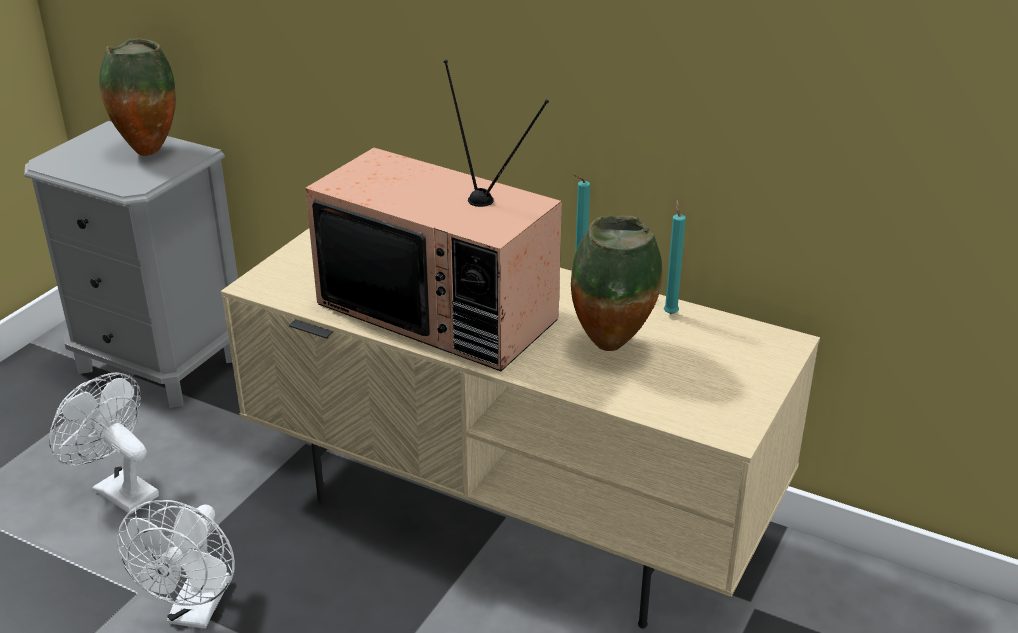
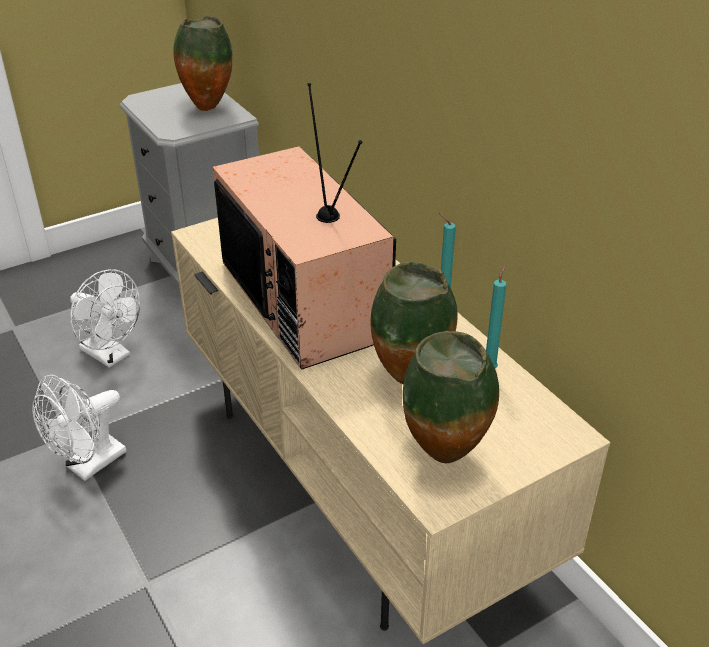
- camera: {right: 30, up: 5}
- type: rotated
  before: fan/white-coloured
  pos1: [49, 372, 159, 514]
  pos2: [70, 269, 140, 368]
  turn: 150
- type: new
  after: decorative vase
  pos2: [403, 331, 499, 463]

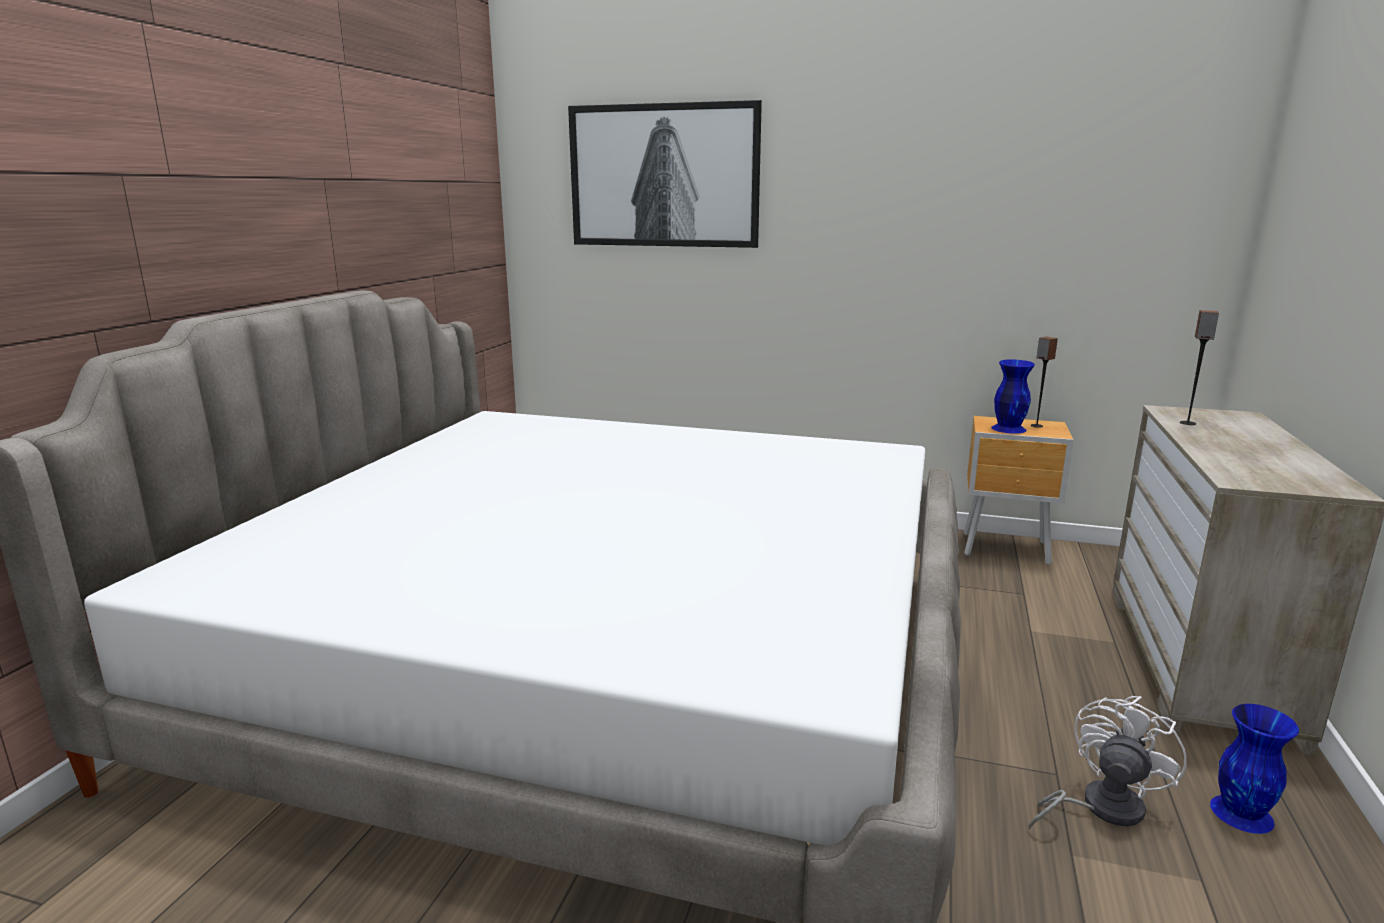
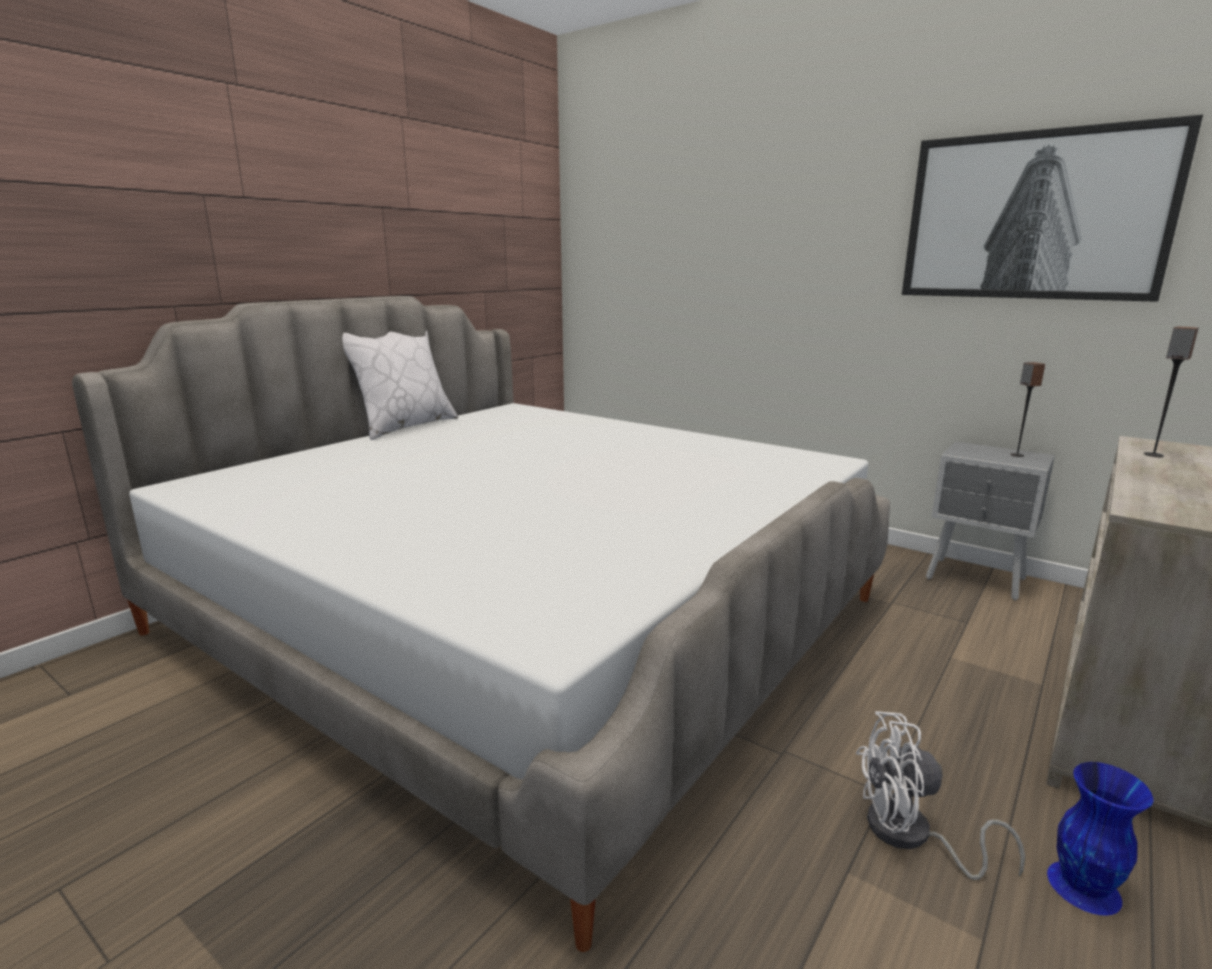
- camera: {right: 20, up: 0}
- type: shifted
  before: wall art
  pos1: [568, 100, 762, 248]
  pos2: [902, 114, 1203, 302]
- type: repainted
  before: night table/brownish
  after: night table/grey
  pos1: [963, 416, 1074, 565]
  pos2: [926, 441, 1055, 600]
- type: gone
  before: decorative vase/blue-coloured
  pos1: [991, 360, 1035, 434]
- type: rotated
  before: fan/white-coloured
  pos1: [1029, 696, 1187, 830]
  pos2: [856, 711, 1025, 880]
  turn: -150
- type: new
  after: throw pillow/white-coloured
  pos2: [342, 330, 458, 440]

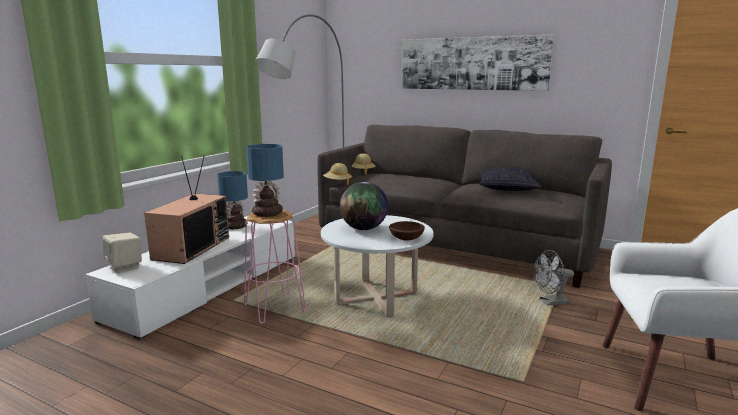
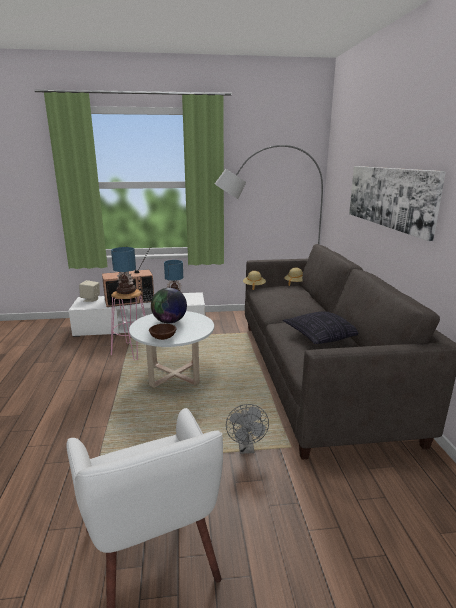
- camera: {right: 55, up: 5}
- type: rotated
  before: fan/grey
  pos1: [533, 250, 574, 306]
  pos2: [226, 404, 269, 454]
  turn: -135

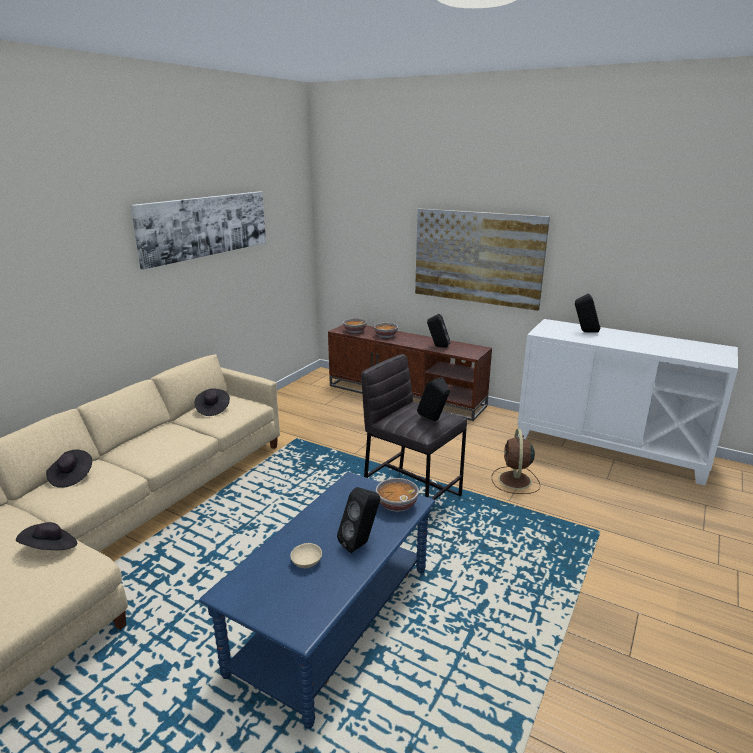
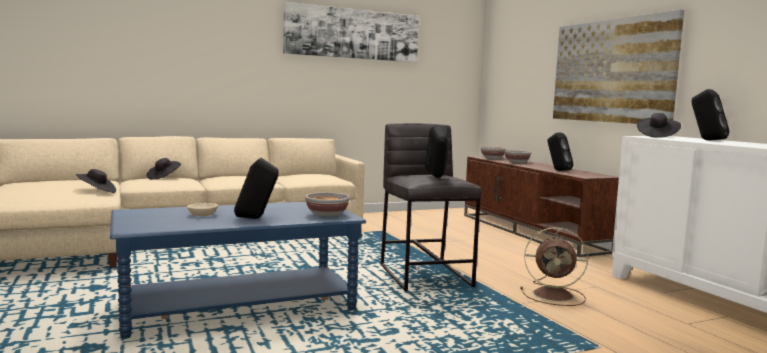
- camera: {right: 35, up: -15}
- type: shifted
  before: wearable hat/black-coloured
  pos1: [195, 388, 230, 416]
  pos2: [637, 113, 681, 138]
- type: rotated
  before: fan/brownish
  pos1: [492, 429, 540, 494]
  pos2: [520, 227, 588, 306]
  turn: -120

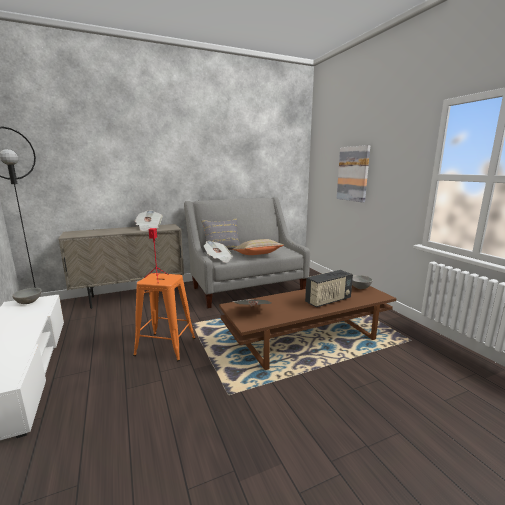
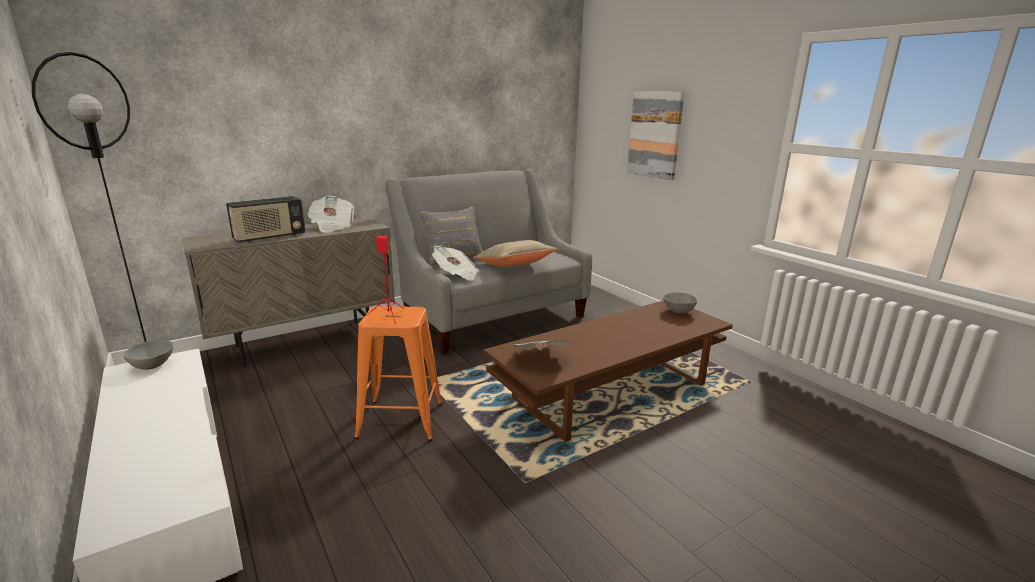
- camera: {right: -10, up: 5}
- type: shifted
  before: radio set
  pos1: [305, 270, 353, 307]
  pos2: [226, 196, 305, 243]

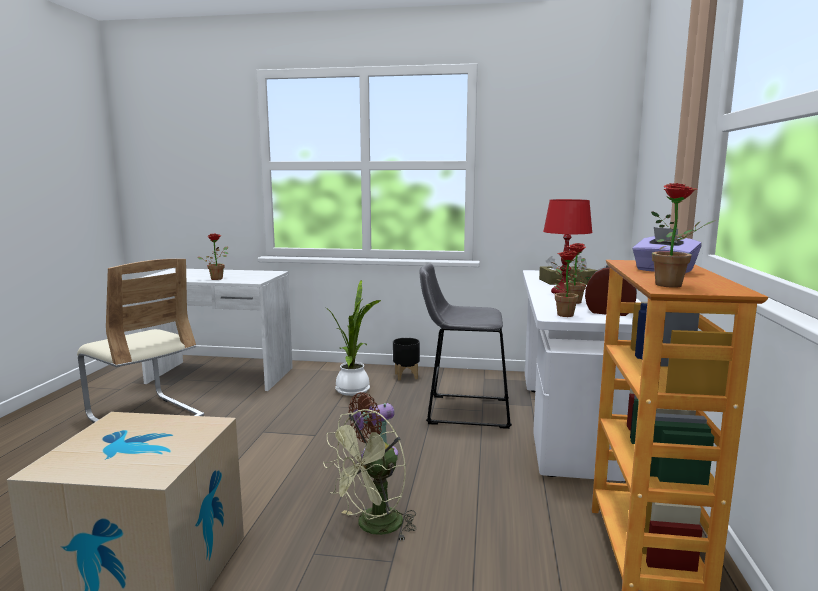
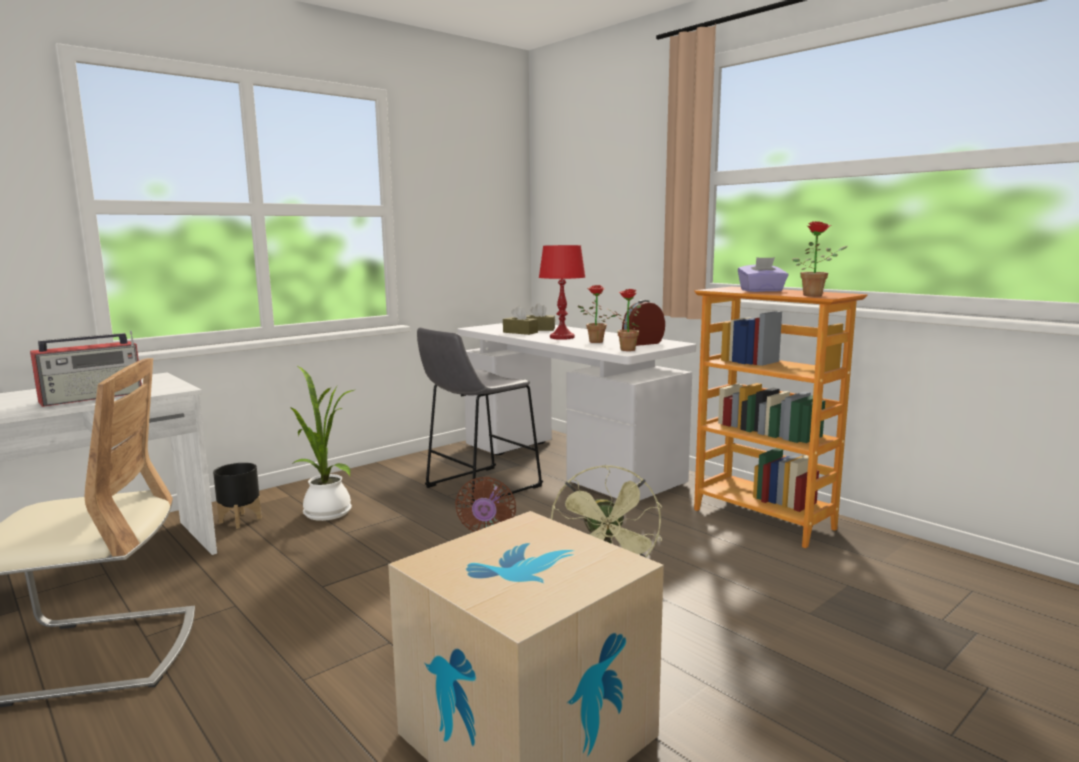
- camera: {right: -50, up: 0}
- type: swapped
  before: houseplant
  after: radio set
  pos1: [197, 233, 228, 280]
  pos2: [30, 331, 142, 407]
- type: shifted
  before: planter/black-coloured
  pos1: [393, 338, 420, 381]
  pos2: [213, 463, 262, 529]

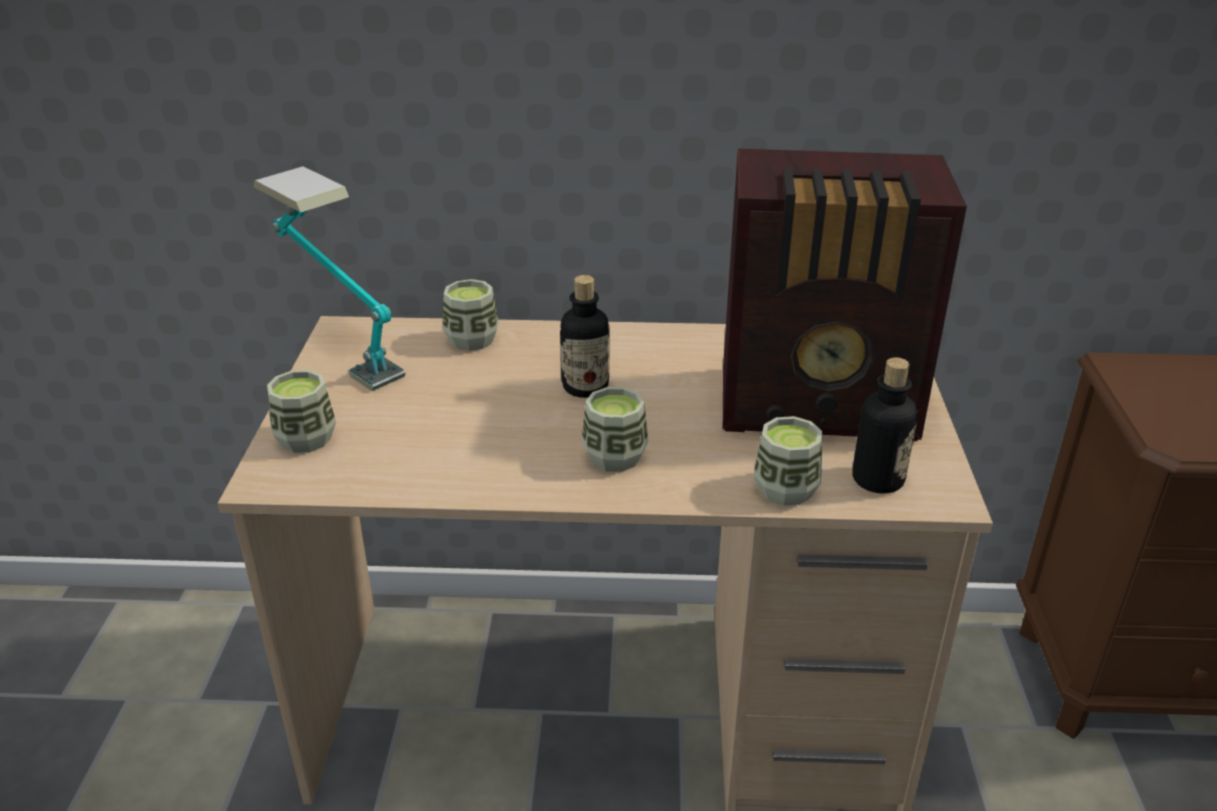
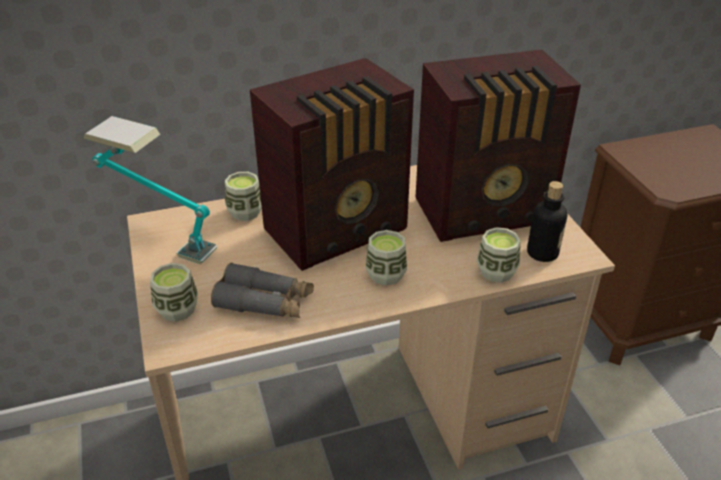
- camera: {right: -20, up: 5}
- type: swapped
  before: beverage bottle
  after: radio set
  pos1: [560, 275, 609, 398]
  pos2: [250, 58, 414, 271]
- type: new
  after: field glasses/grey
  pos2: [211, 263, 314, 318]

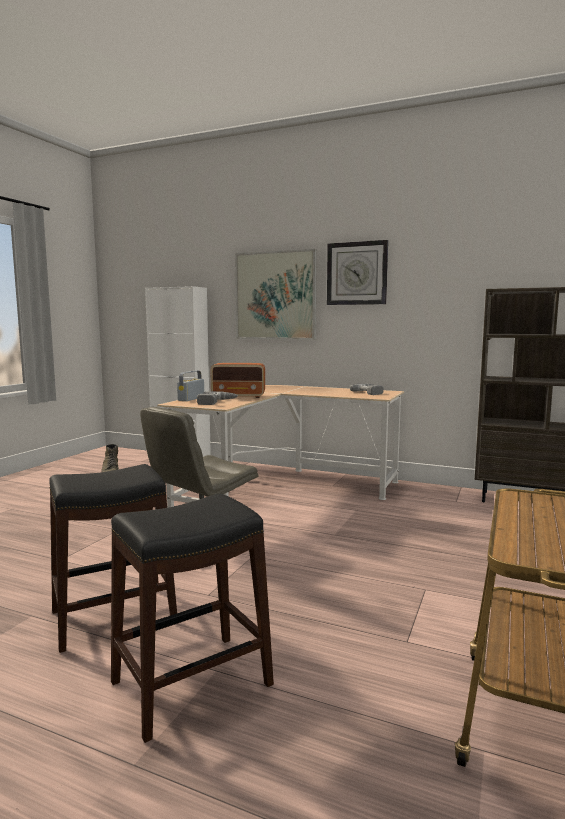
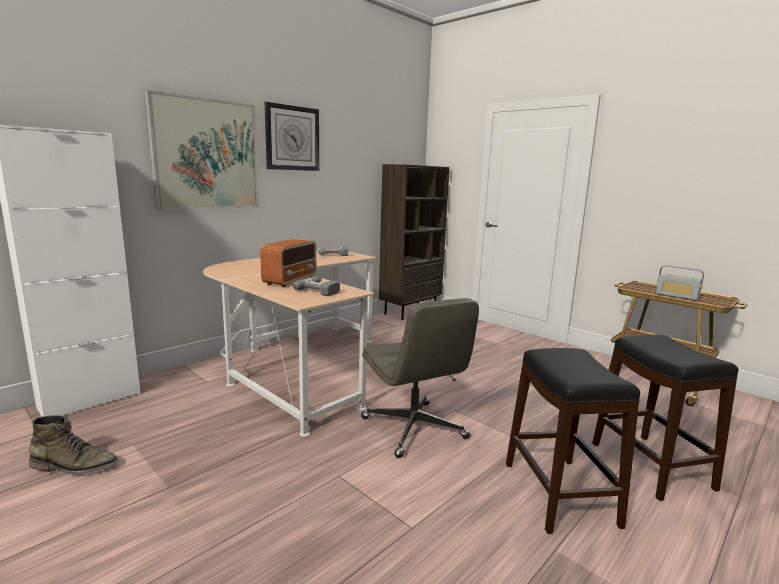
- camera: {right: -70, up: 5}
- type: shifted
  before: radio set
  pos1: [177, 371, 204, 401]
  pos2: [656, 265, 704, 300]

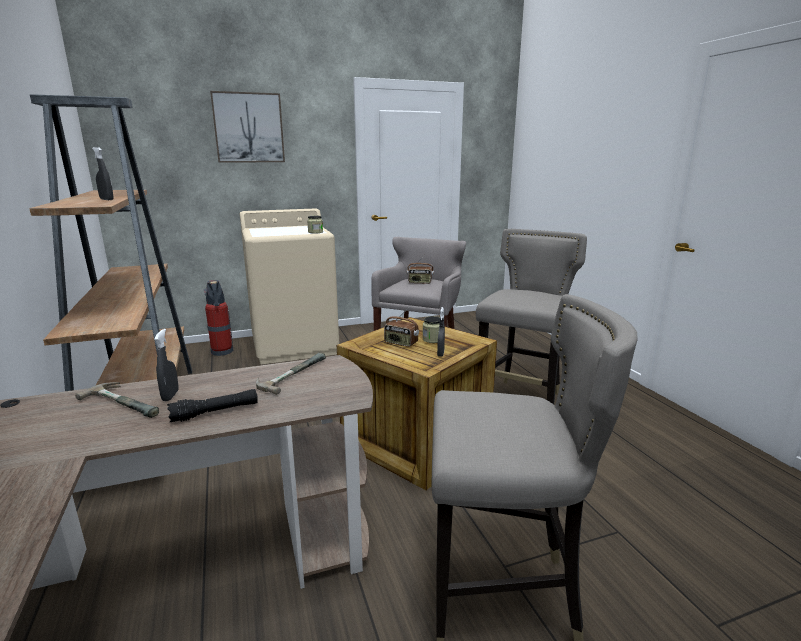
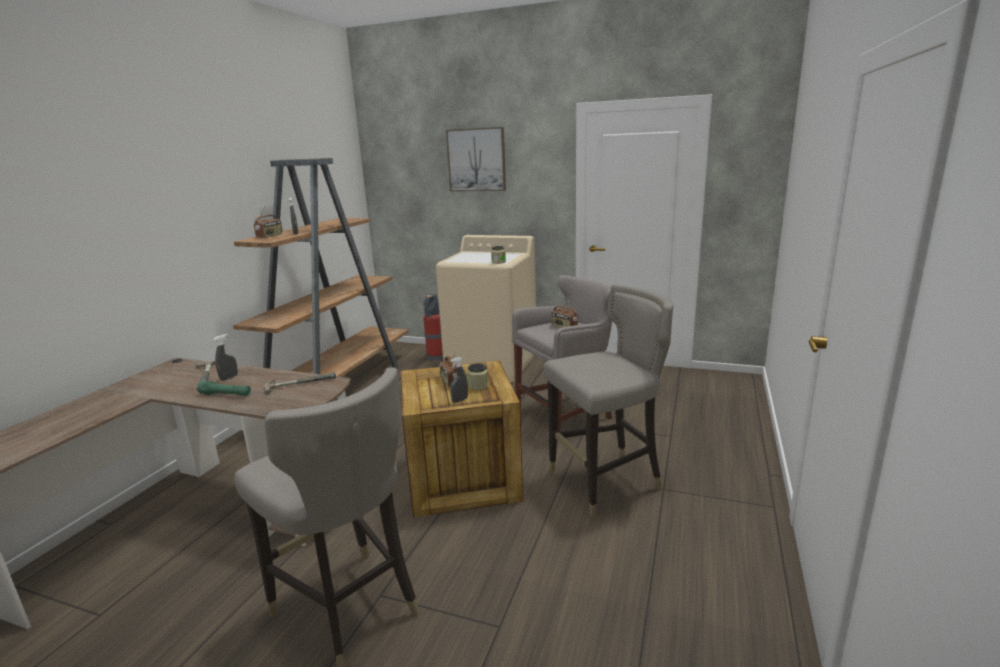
- camera: {right: 40, up: 0}
- type: repainted
  before: torch/black-coloured
  after: torch/green
  pos1: [167, 389, 258, 422]
  pos2: [197, 381, 251, 396]
- type: new
  after: radio set
  pos2: [254, 207, 283, 238]

